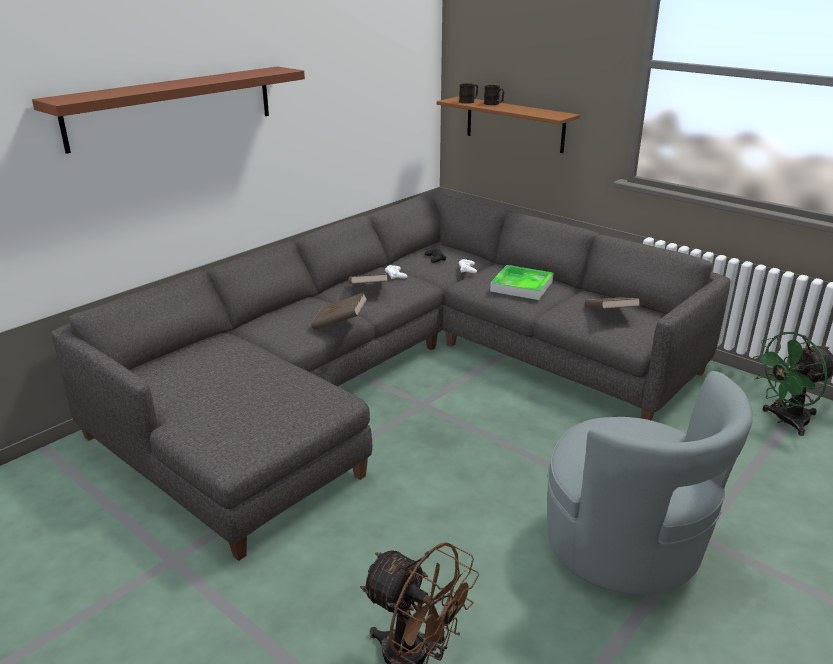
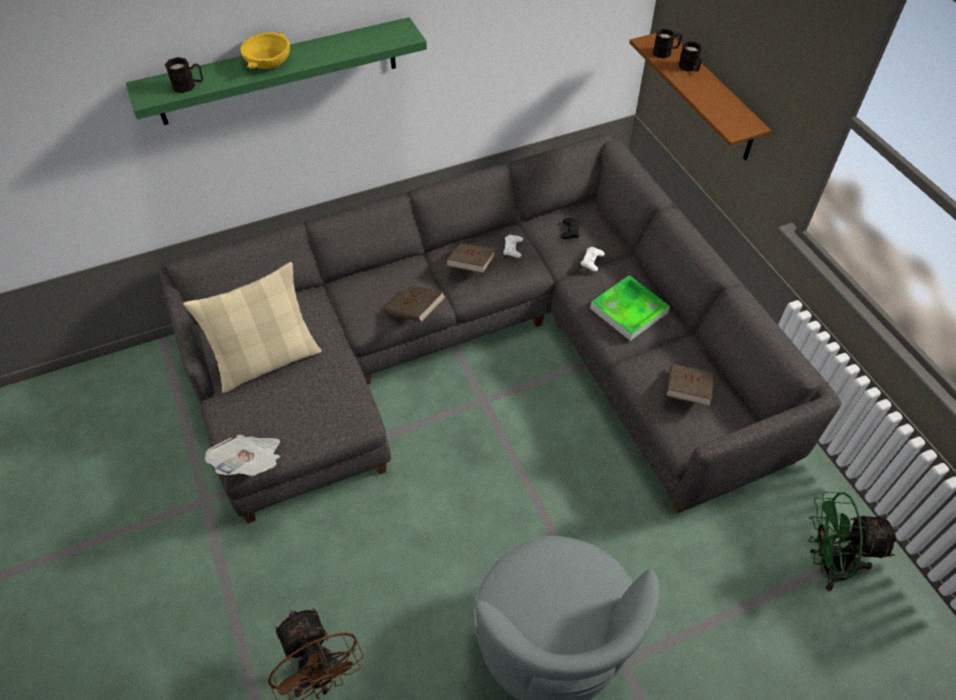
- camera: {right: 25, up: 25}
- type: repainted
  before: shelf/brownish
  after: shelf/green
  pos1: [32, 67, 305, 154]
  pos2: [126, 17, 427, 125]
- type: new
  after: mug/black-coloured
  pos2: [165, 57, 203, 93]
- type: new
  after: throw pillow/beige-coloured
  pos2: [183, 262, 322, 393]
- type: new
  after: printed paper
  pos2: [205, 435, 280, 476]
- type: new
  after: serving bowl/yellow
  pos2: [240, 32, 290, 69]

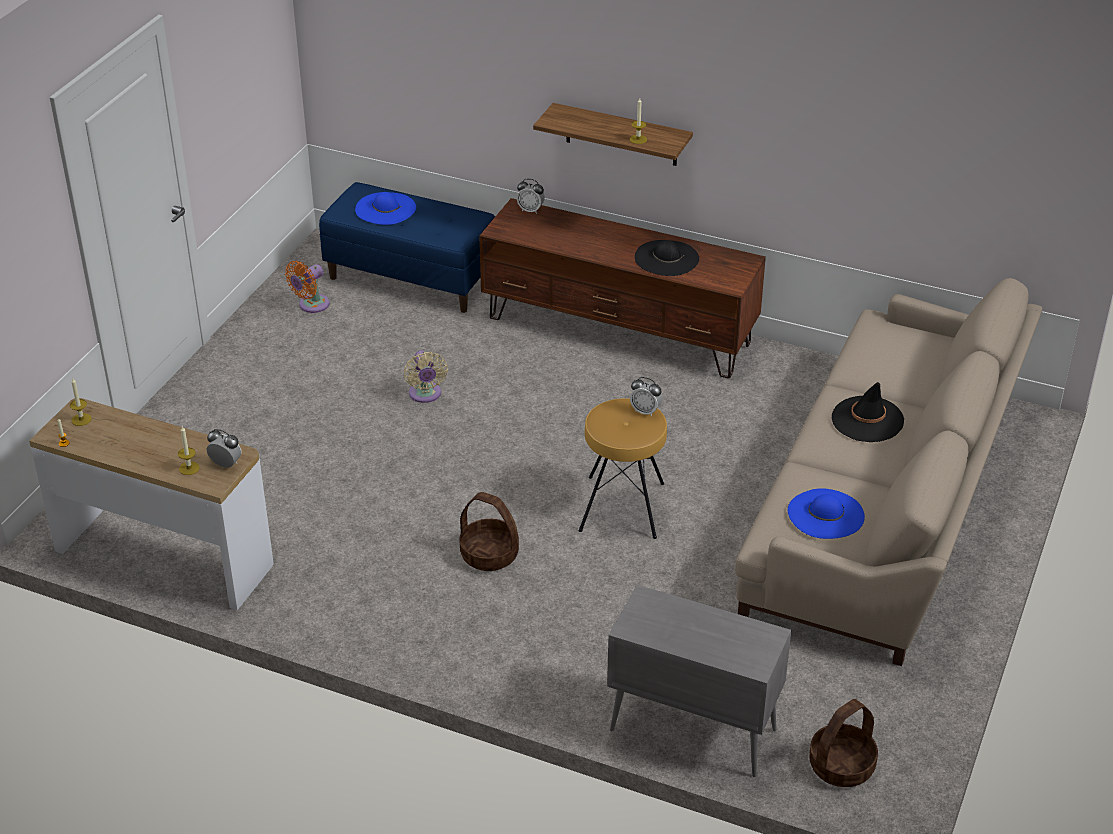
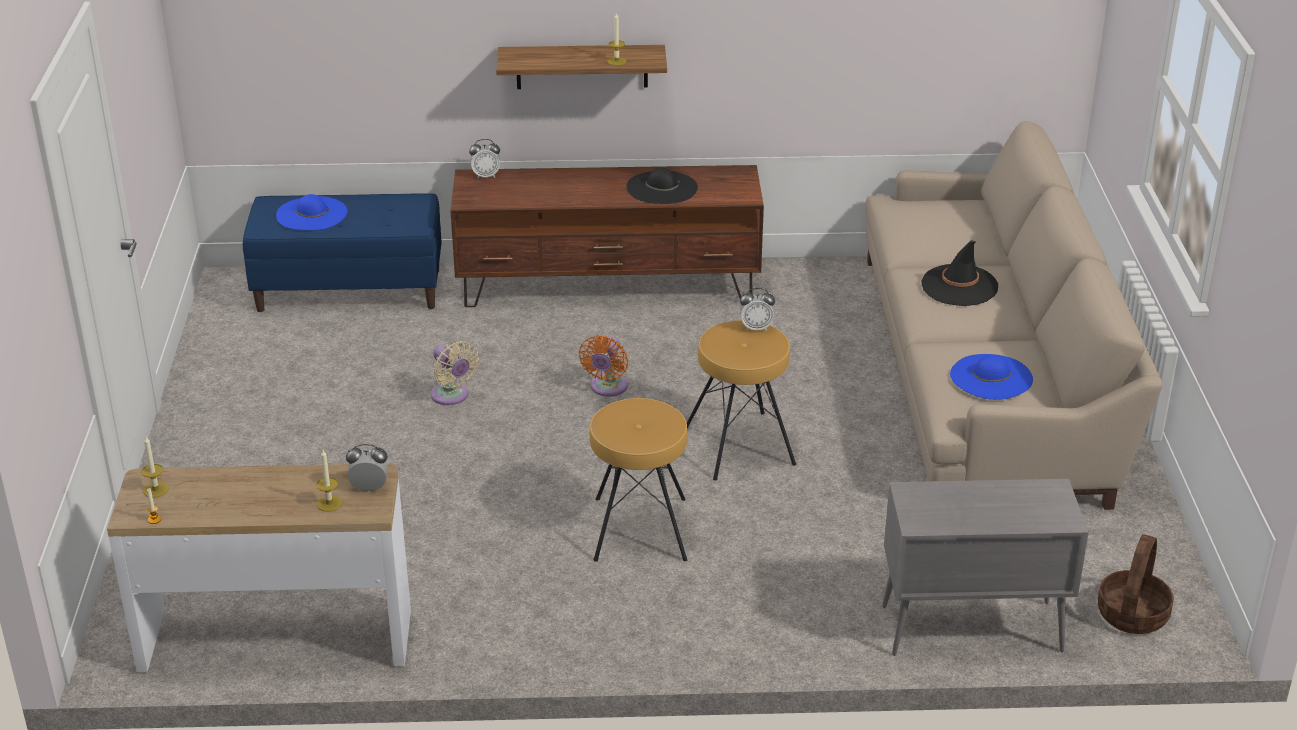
- camera: {right: -25, up: -5}
- type: shifted
  before: fan/orange
  pos1: [285, 261, 330, 313]
  pos2: [579, 335, 628, 397]
- type: swapped
  before: basket
  after: stool/brownish
  pos1: [460, 492, 519, 571]
  pos2: [590, 398, 688, 562]

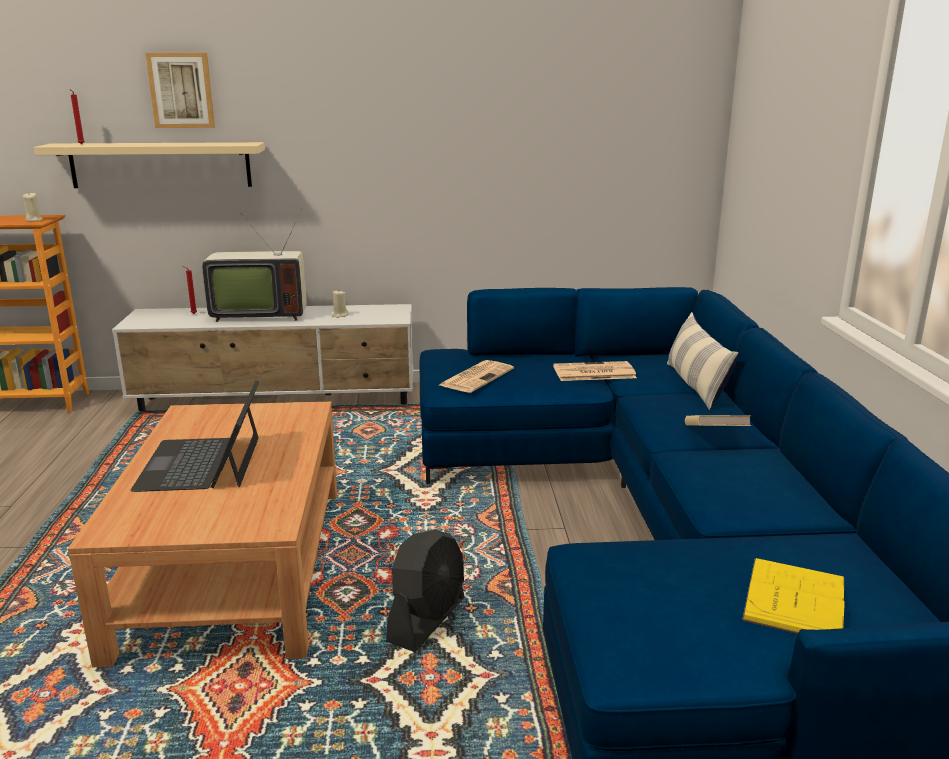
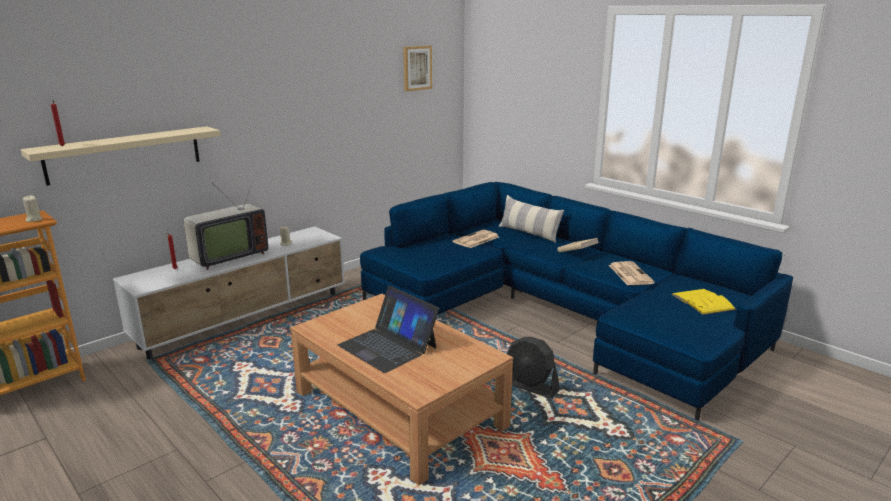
- camera: {right: -40, up: 0}
- type: shifted
  before: wall art
  pos1: [146, 53, 215, 128]
  pos2: [403, 46, 432, 91]
- type: rotated
  before: fan/black-coloured
  pos1: [386, 530, 465, 652]
  pos2: [506, 337, 559, 399]
  turn: 135
- type: shifted
  before: printed paper
  pos1: [440, 360, 514, 393]
  pos2: [609, 261, 655, 285]

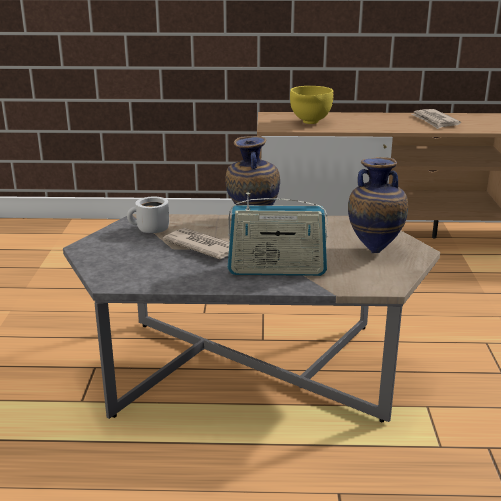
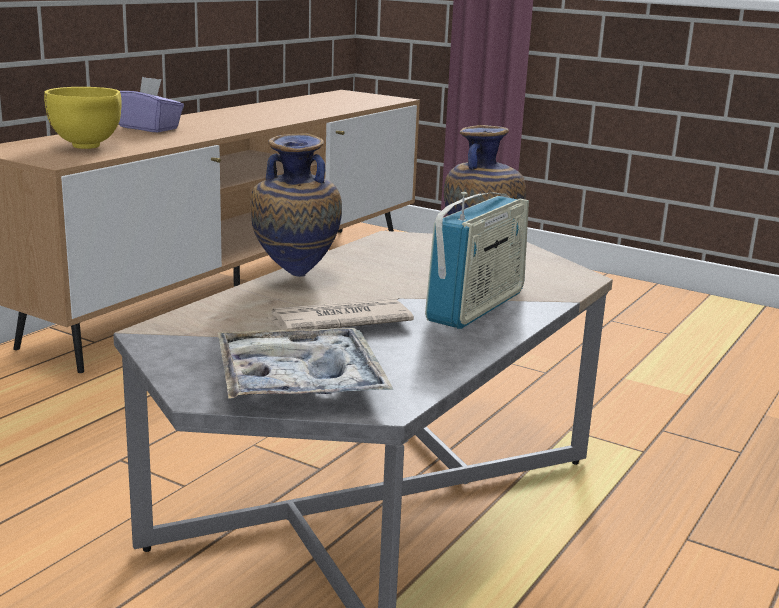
- camera: {right: -60, up: -5}
- type: gone
  before: mug/white-coloured
  pos1: [127, 197, 169, 233]
- type: gone
  before: printed paper
  pos1: [411, 109, 461, 129]
- type: new
  after: tissue box/purple-coloured
  pos2: [119, 77, 184, 132]
- type: new
  after: serving tray
  pos2: [218, 328, 393, 399]

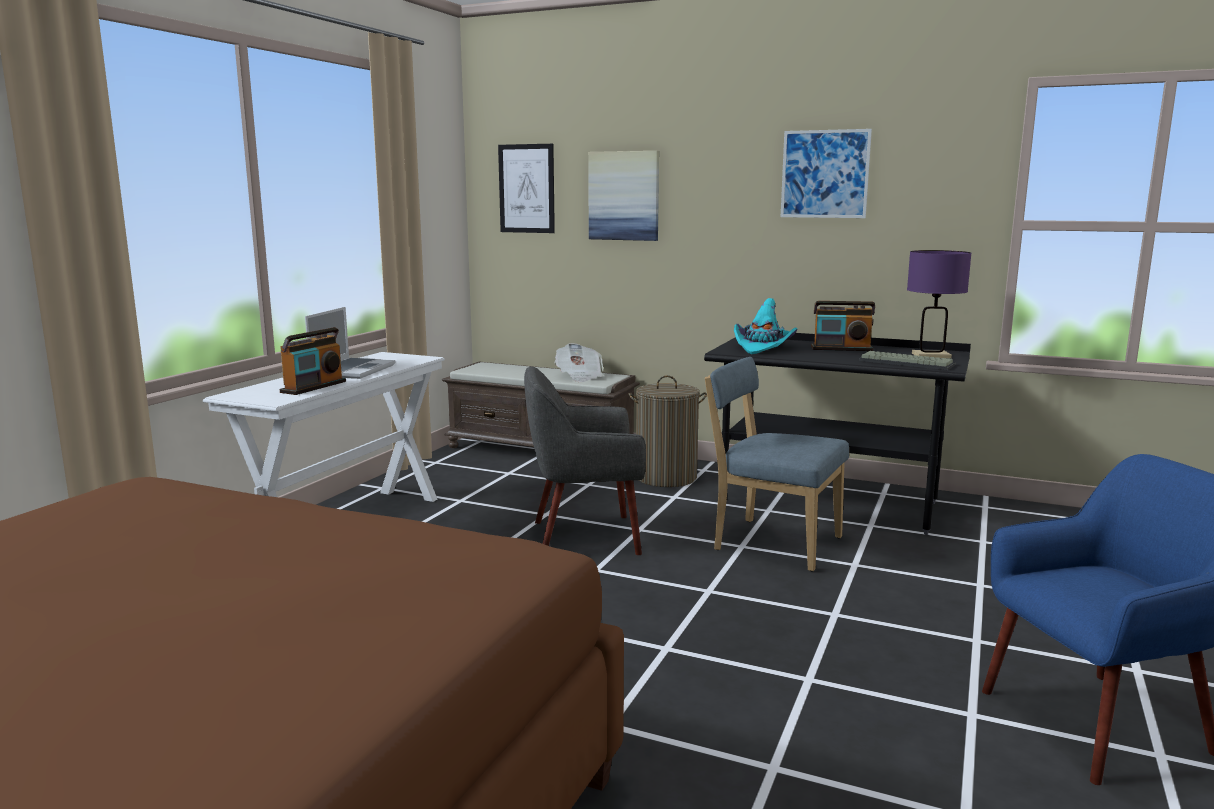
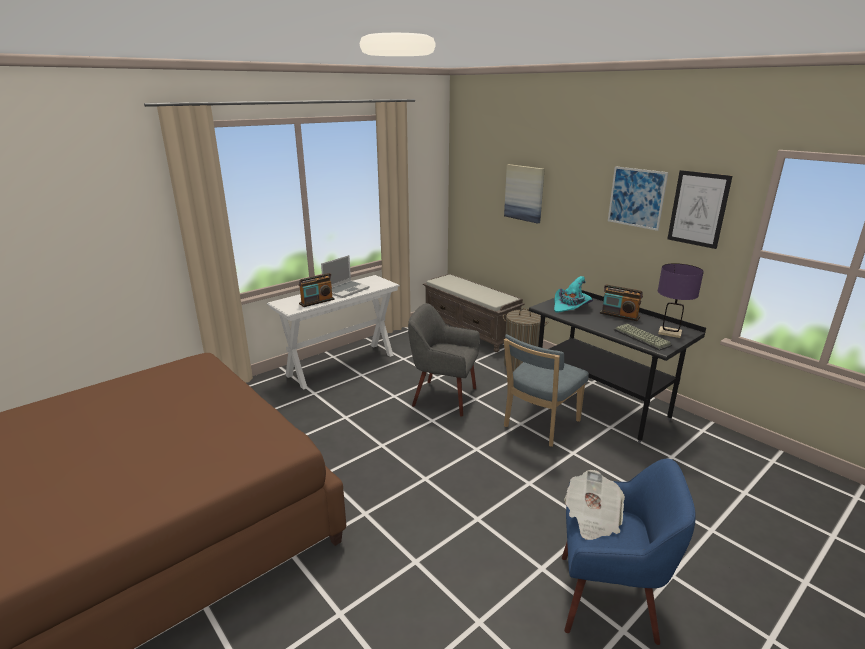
- camera: {right: 25, up: 10}
- type: shifted
  before: wall art
  pos1: [498, 144, 555, 233]
  pos2: [667, 170, 732, 249]
- type: shifted
  before: printed paper
  pos1: [555, 343, 603, 382]
  pos2: [564, 470, 625, 540]
- type: rotated
  before: chair/blue-coloured
  pos1: [705, 357, 849, 571]
  pos2: [504, 334, 589, 447]
  turn: -105

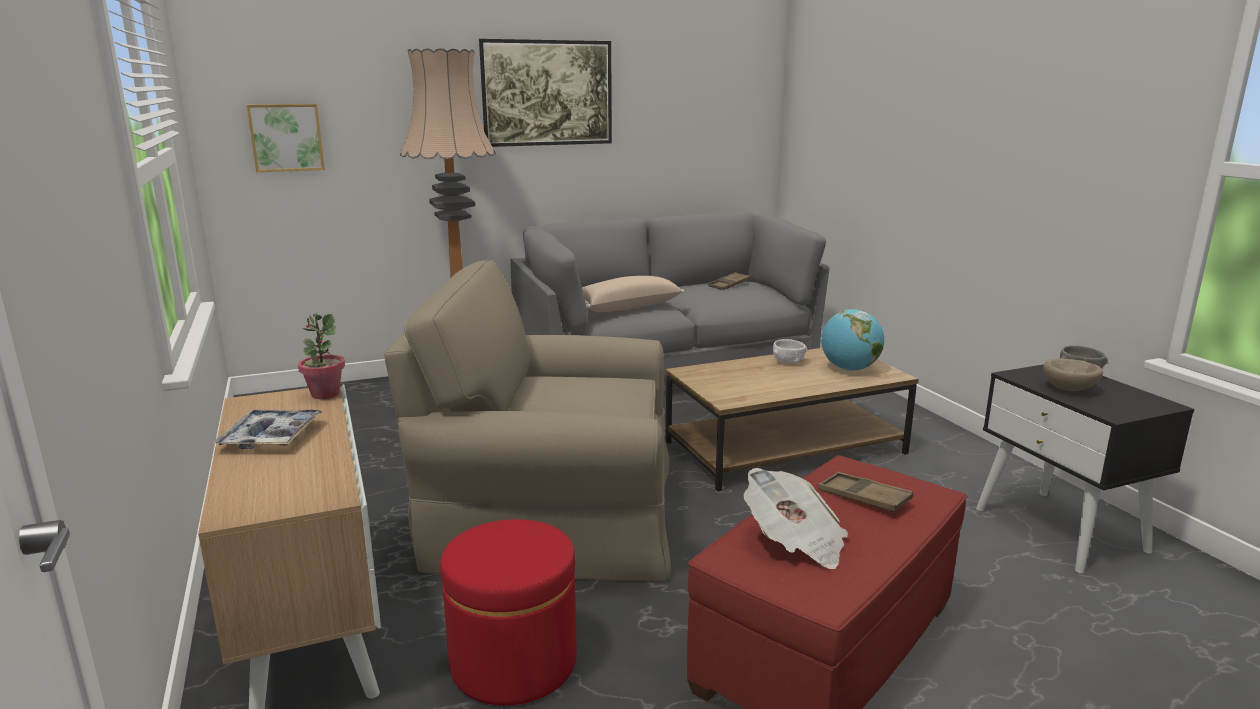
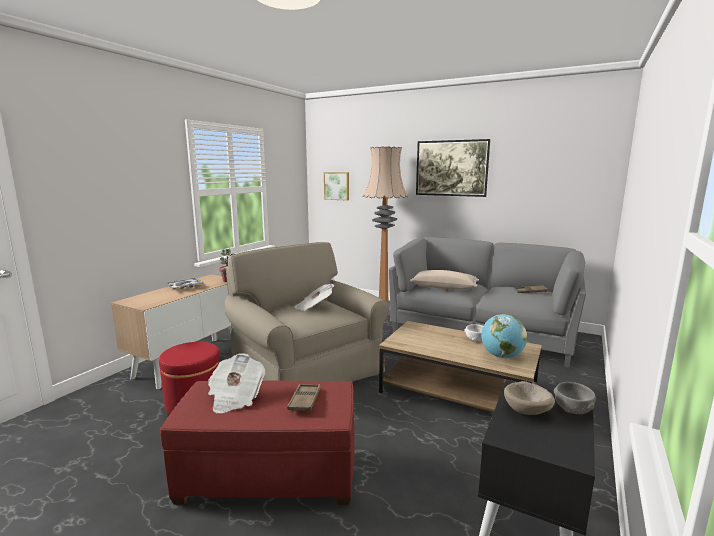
- camera: {right: 50, up: -5}
- type: new
  after: printed paper
  pos2: [295, 284, 334, 311]

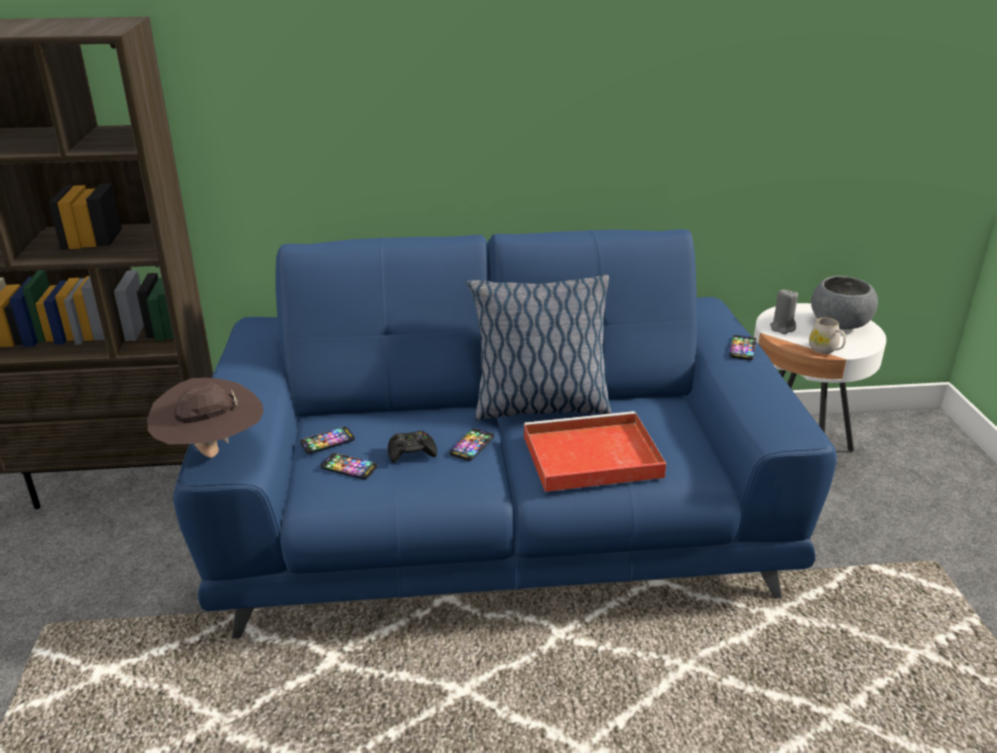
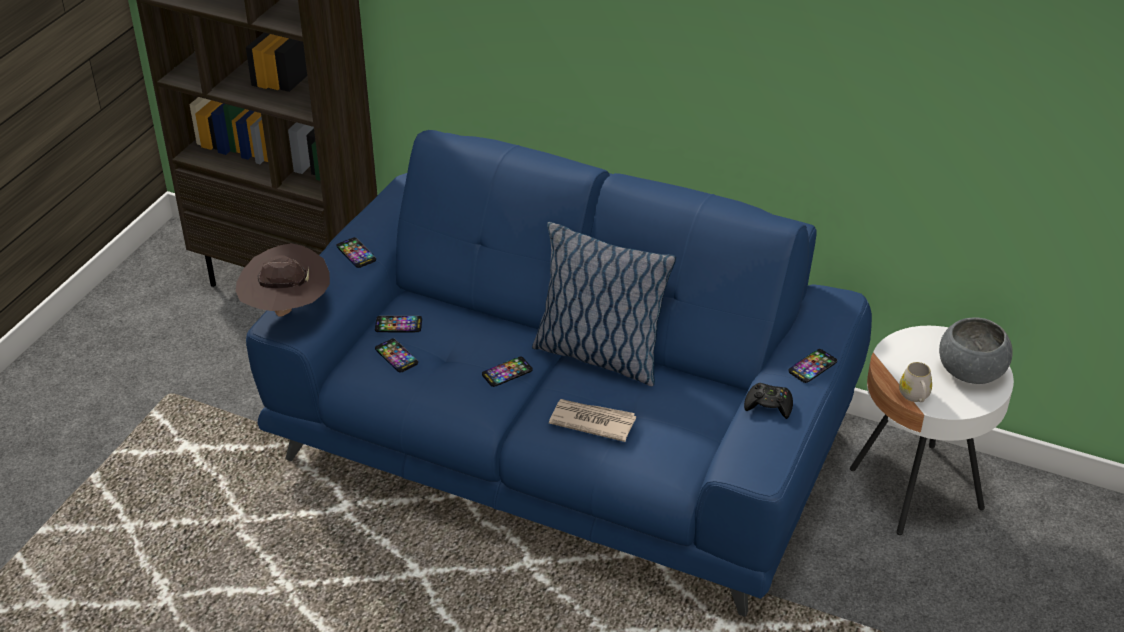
- camera: {right: 30, up: 10}
- type: shifted
  before: joypad/black-coloured
  pos1: [388, 431, 437, 463]
  pos2: [744, 383, 793, 419]
- type: swapped
  before: serving tray/red-coloured
  after: printed paper
  pos1: [524, 411, 667, 492]
  pos2: [549, 399, 636, 442]
- type: gone
  before: candle/grey
  pos1: [770, 289, 798, 334]
- type: new
  after: phone
  pos2: [336, 237, 376, 268]

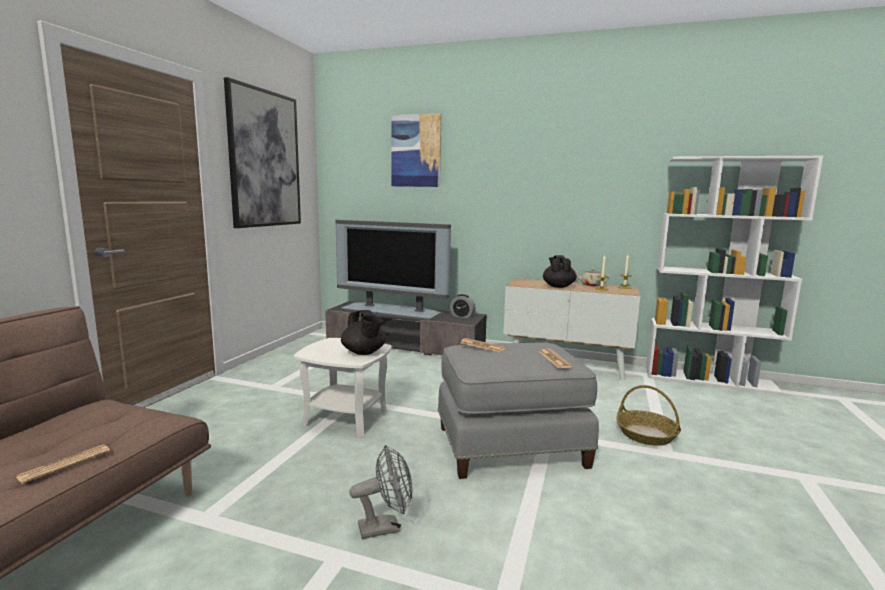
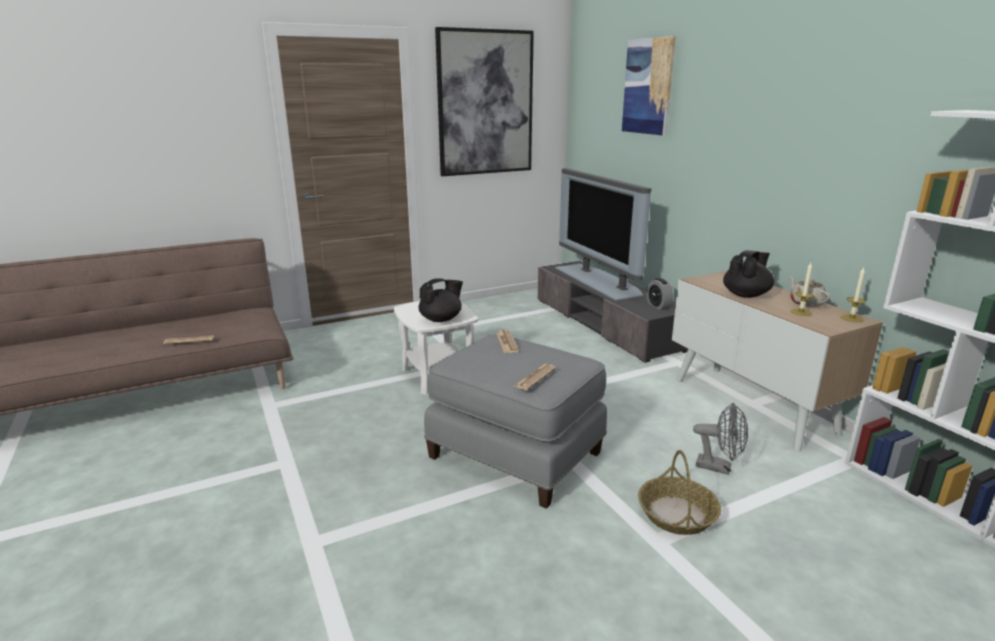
- camera: {right: 45, up: 10}
- type: rotated
  before: teapot/black-coloured
  pos1: [341, 310, 386, 355]
  pos2: [418, 278, 463, 322]
  turn: -135
- type: shifted
  before: fan/grey
  pos1: [349, 445, 413, 539]
  pos2: [693, 403, 748, 475]

